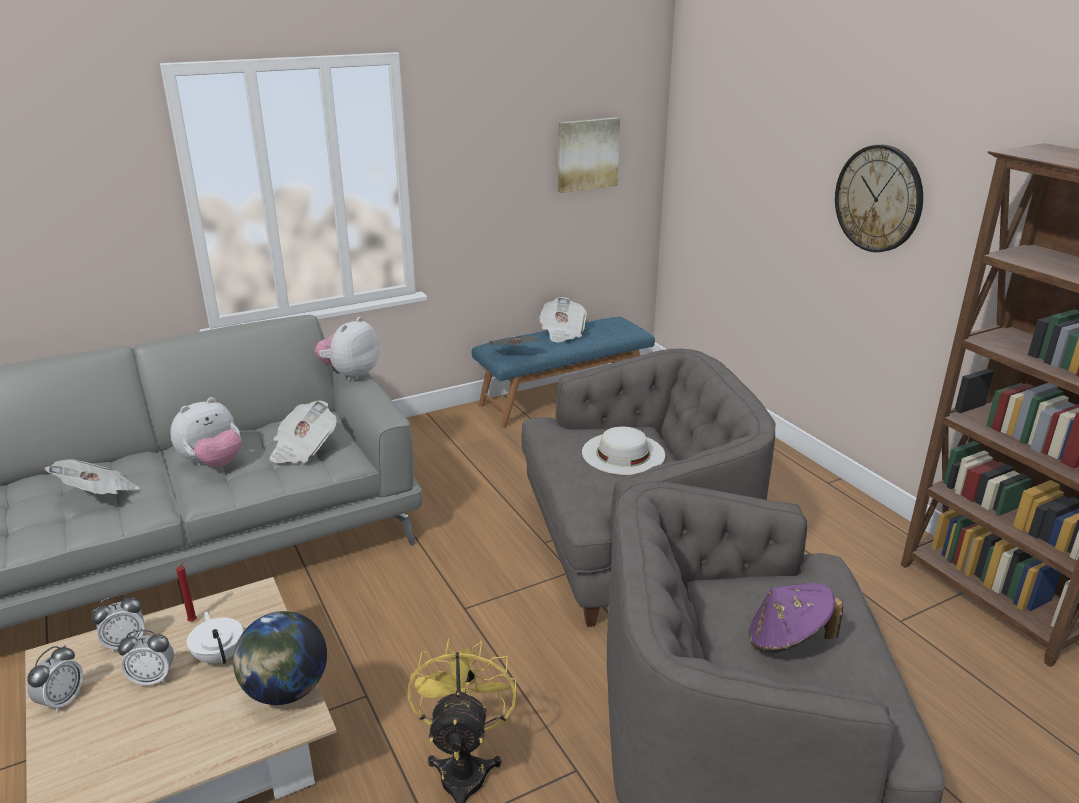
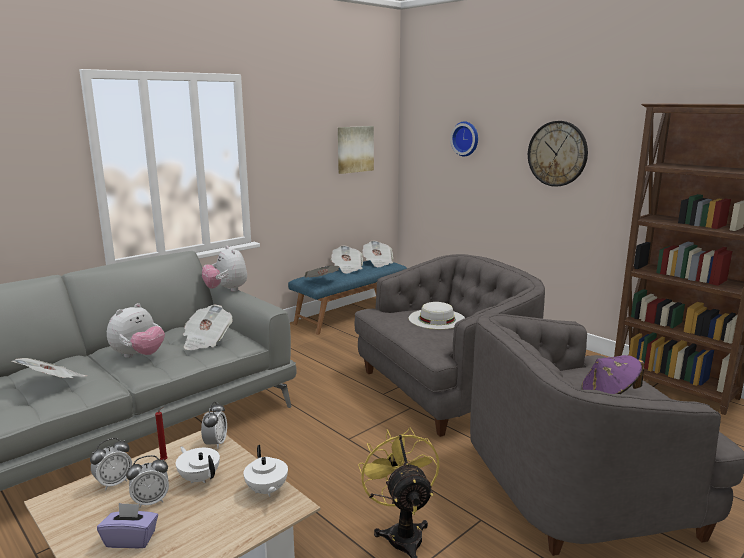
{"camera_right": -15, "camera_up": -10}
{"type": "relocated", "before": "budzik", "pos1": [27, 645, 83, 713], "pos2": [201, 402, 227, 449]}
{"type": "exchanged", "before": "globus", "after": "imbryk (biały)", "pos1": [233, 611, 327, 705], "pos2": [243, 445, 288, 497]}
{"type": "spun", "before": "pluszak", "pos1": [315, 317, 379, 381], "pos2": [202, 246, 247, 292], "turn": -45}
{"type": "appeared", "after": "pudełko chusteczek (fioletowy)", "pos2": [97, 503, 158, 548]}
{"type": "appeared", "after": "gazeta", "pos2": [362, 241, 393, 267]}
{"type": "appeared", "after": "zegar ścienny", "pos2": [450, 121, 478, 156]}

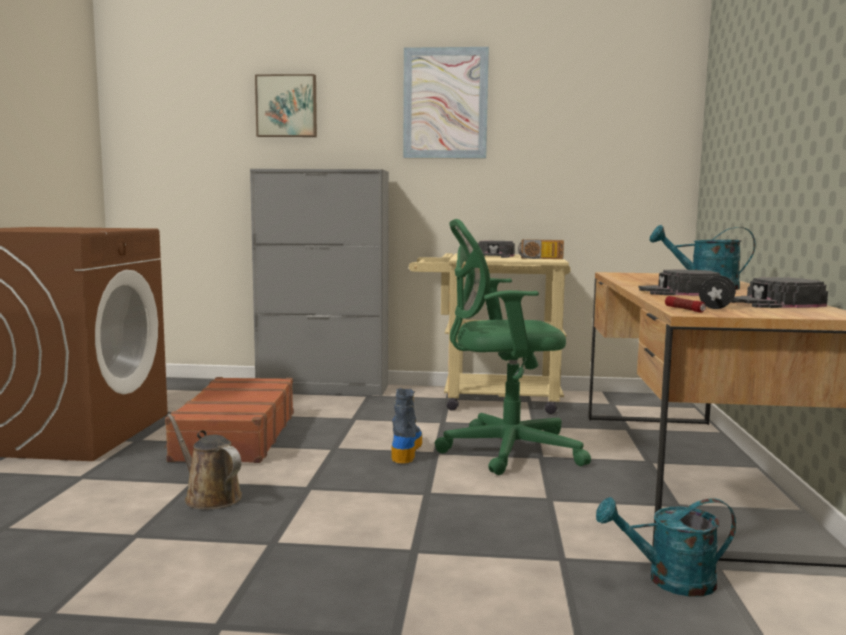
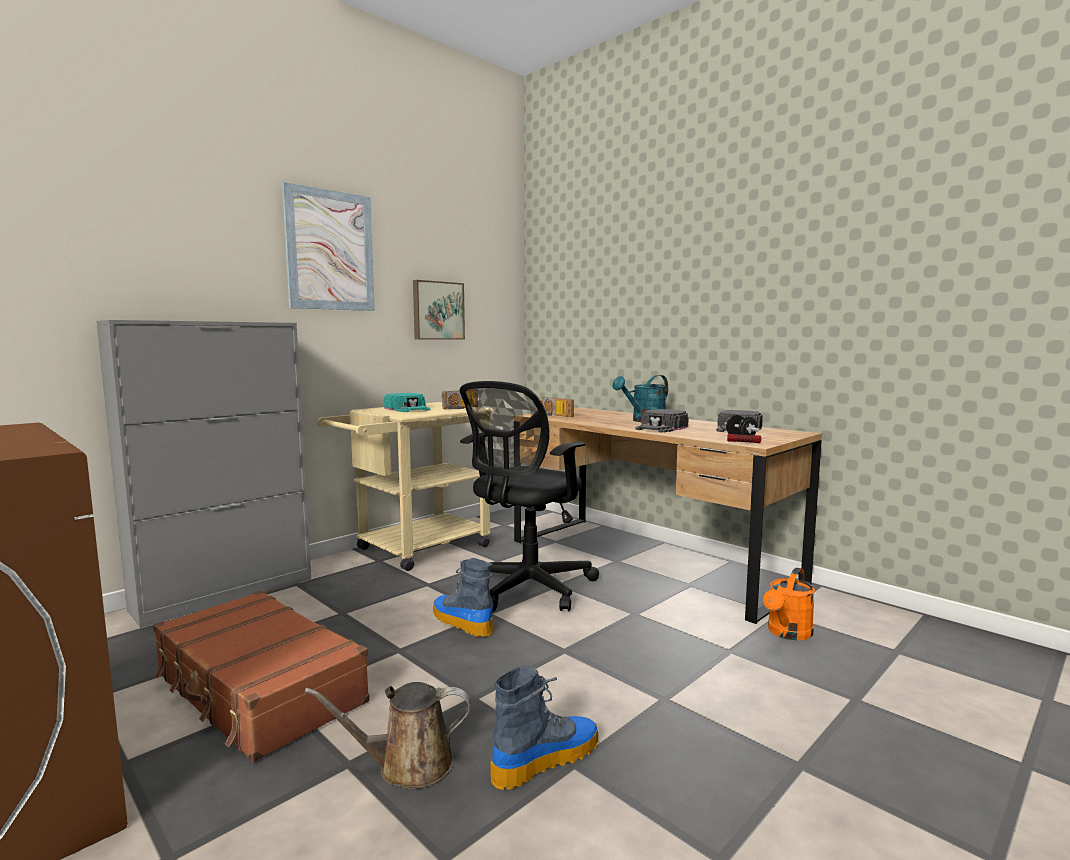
{"camera_right": -50, "camera_up": 0}
{"type": "relocated", "before": "obraz", "pos1": [255, 74, 317, 137], "pos2": [413, 280, 465, 340]}
{"type": "colour", "before": "krzesło biurowe (zielony)", "after": "krzesło biurowe (czarny)", "pos1": [435, 219, 591, 475], "pos2": [460, 381, 599, 612]}
{"type": "colour", "before": "czapka z daszkiem (czarny)", "after": "czapka z daszkiem (turkusowy)", "pos1": [478, 241, 515, 258], "pos2": [384, 393, 430, 412]}
{"type": "colour", "before": "konewka (turkusowy)", "after": "konewka (pomarańczowy)", "pos1": [596, 497, 736, 597], "pos2": [763, 567, 815, 640]}
{"type": "appeared", "after": "but z cholewką", "pos2": [490, 666, 598, 790]}
{"type": "appeared", "after": "radio", "pos2": [541, 397, 574, 417]}

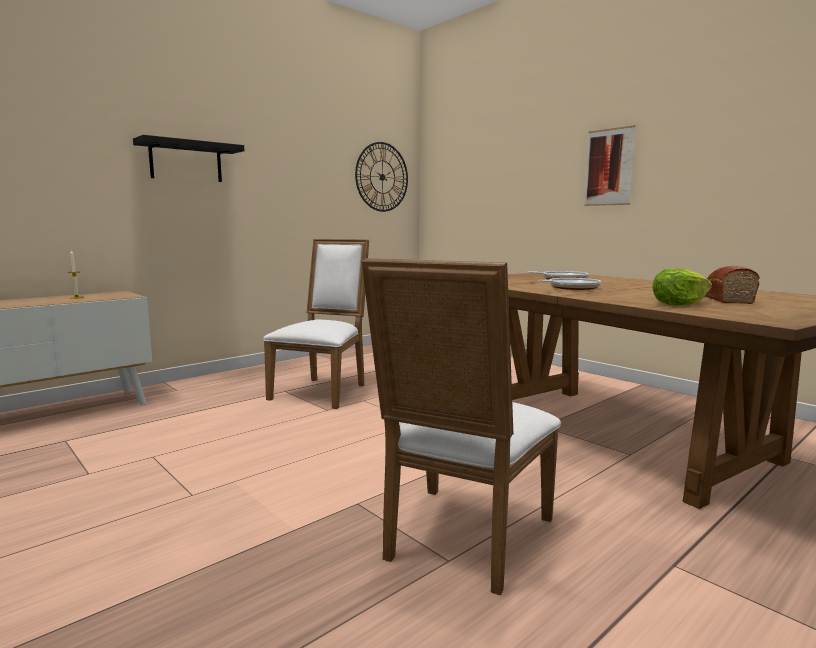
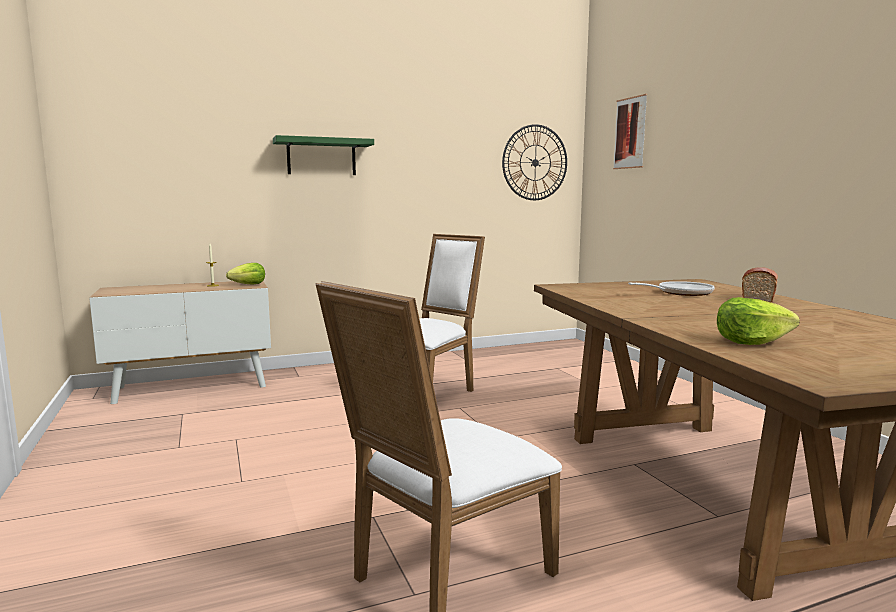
{"camera_right": 20, "camera_up": 0}
{"type": "colour", "before": "półka (czarny)", "after": "półka (zielony)", "pos1": [133, 135, 244, 182], "pos2": [273, 135, 374, 175]}
{"type": "missing", "before": "patelnia", "pos1": [539, 278, 601, 290]}
{"type": "relocated", "before": "obraz", "pos1": [584, 125, 636, 206], "pos2": [613, 94, 647, 169]}
{"type": "relocated", "before": "chleb", "pos1": [705, 266, 760, 304], "pos2": [742, 267, 778, 303]}
{"type": "appeared", "after": "sałata", "pos2": [226, 263, 265, 285]}

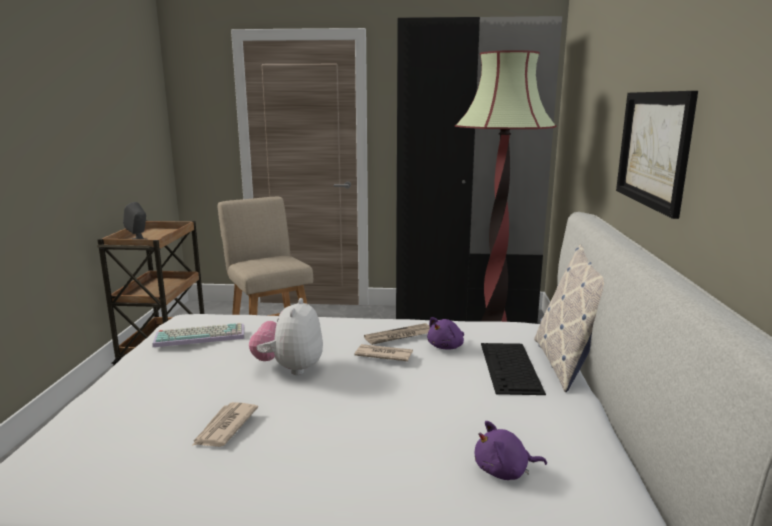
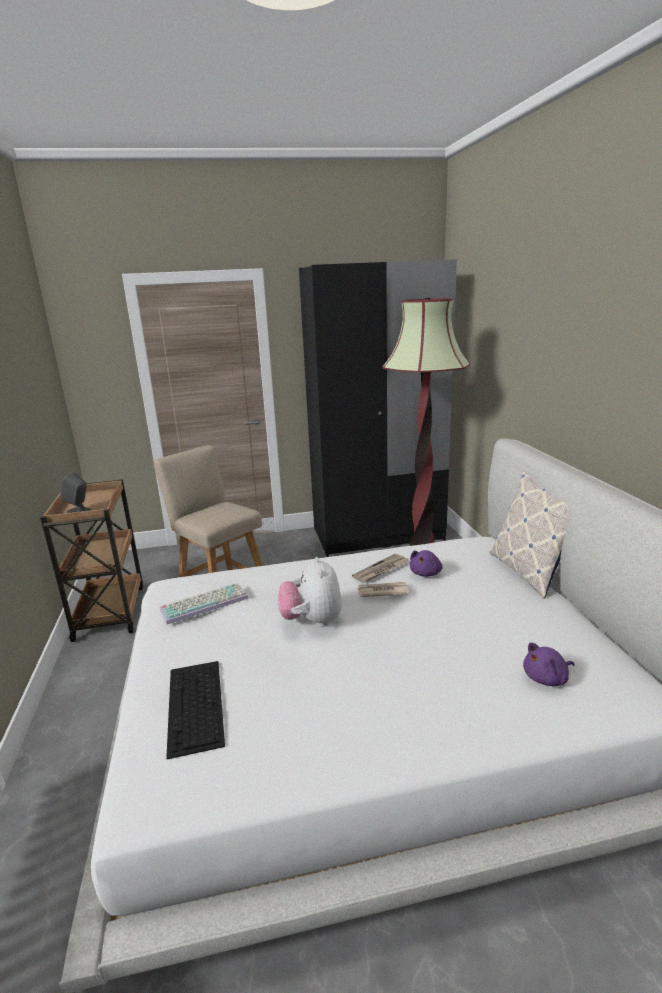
{"camera_right": -15, "camera_up": 5}
{"type": "missing", "before": "gazeta", "pos1": [192, 402, 258, 447]}
{"type": "relocated", "before": "klawiatura", "pos1": [481, 343, 546, 395], "pos2": [166, 661, 225, 759]}
{"type": "missing", "before": "obraz", "pos1": [616, 91, 698, 219]}

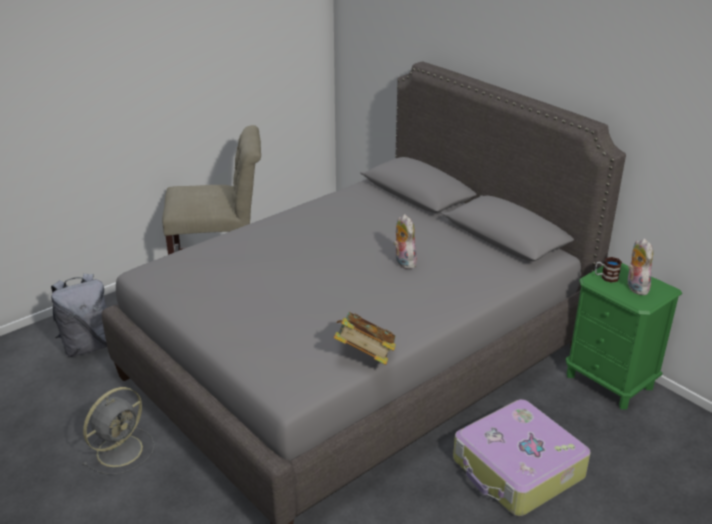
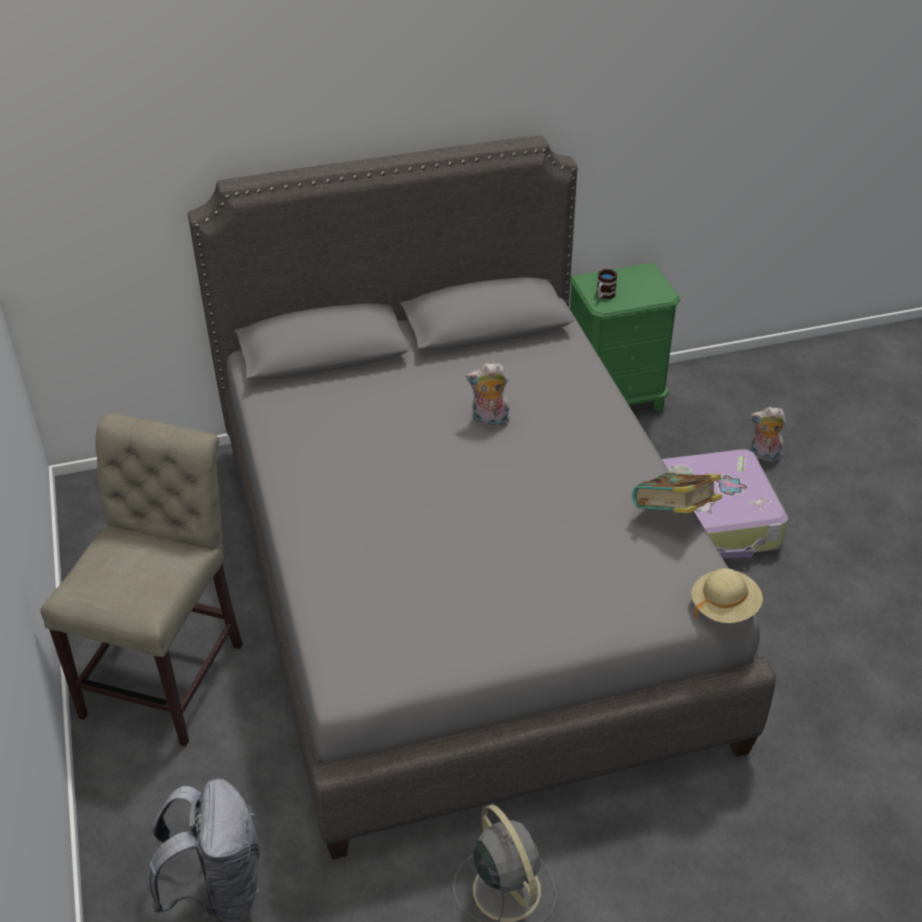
{"camera_right": -65, "camera_up": 10}
{"type": "relocated", "before": "pluszak", "pos1": [627, 238, 653, 295], "pos2": [750, 407, 786, 462]}
{"type": "appeared", "after": "kapelusz (beżowy)", "pos2": [691, 568, 763, 623]}

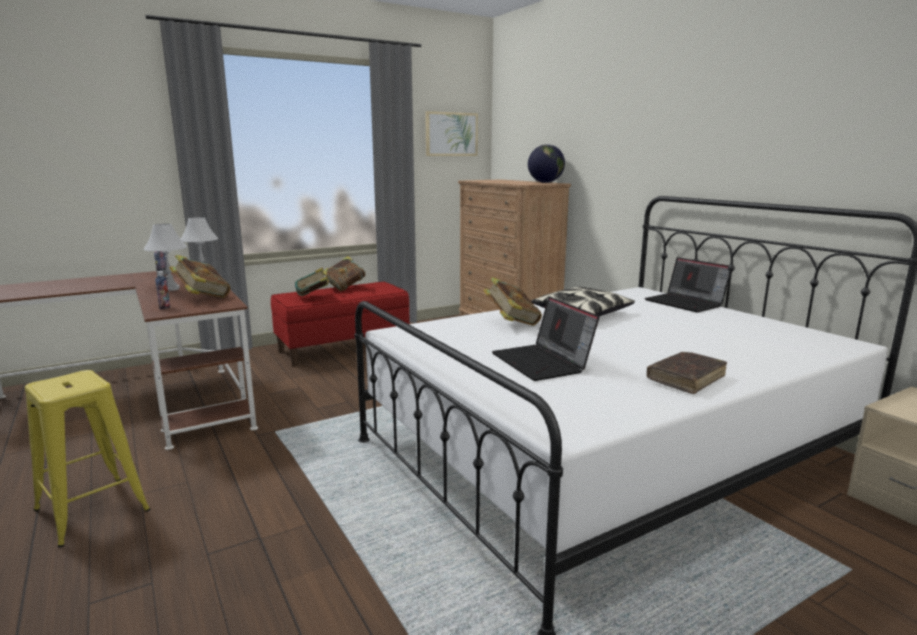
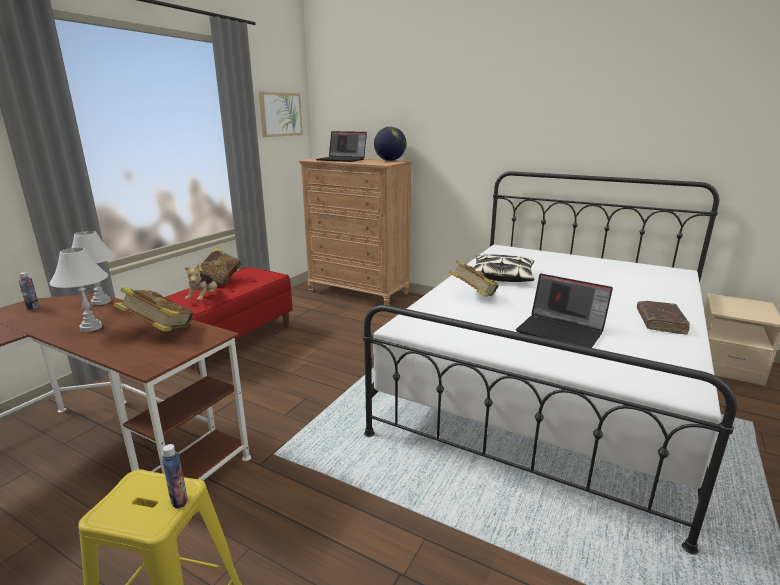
{"camera_right": -30, "camera_up": 5}
{"type": "relocated", "before": "butelka", "pos1": [155, 271, 170, 309], "pos2": [162, 444, 188, 509]}
{"type": "exchanged", "before": "książka", "after": "pluszak", "pos1": [295, 268, 328, 296], "pos2": [185, 264, 217, 301]}
{"type": "relocated", "before": "laptop", "pos1": [645, 257, 732, 313], "pos2": [316, 131, 367, 162]}

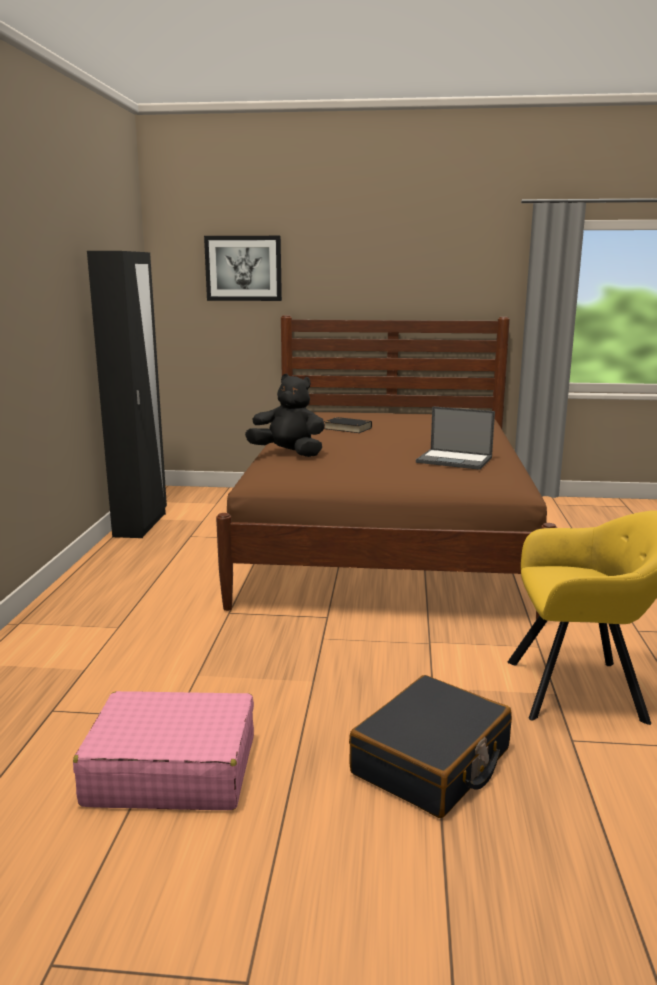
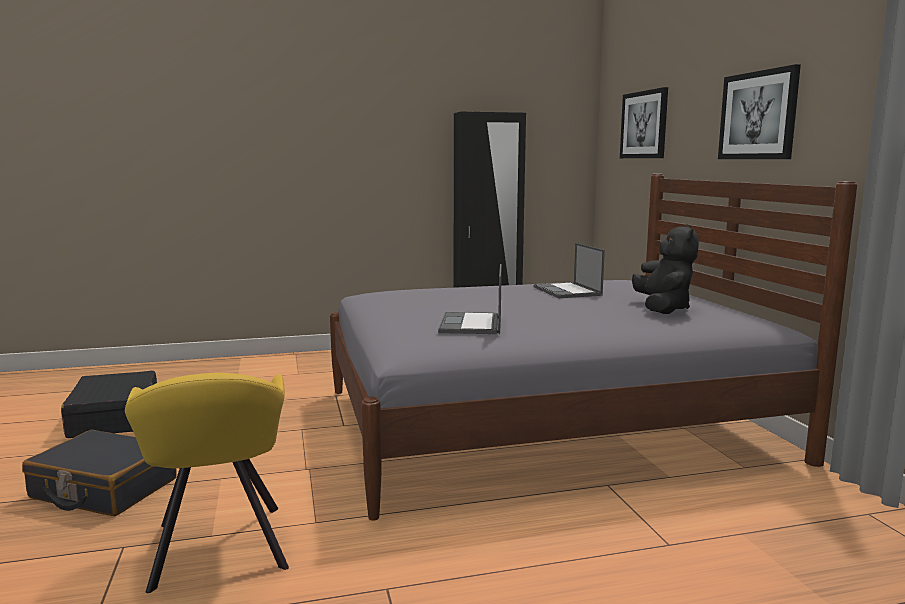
{"camera_right": 70, "camera_up": -5}
{"type": "colour", "before": "walizka (różowy)", "after": "walizka (czarny)", "pos1": [73, 691, 254, 810], "pos2": [61, 371, 157, 438]}
{"type": "colour", "before": "łóżko (brązowy)", "after": "łóżko (szary)", "pos1": [216, 315, 557, 620], "pos2": [330, 174, 857, 521]}
{"type": "relocated", "before": "pluszak (czarny)", "pos1": [245, 374, 325, 457], "pos2": [632, 224, 699, 314]}
{"type": "exchanged", "before": "książka (czarny)", "after": "laptop", "pos1": [324, 417, 372, 433], "pos2": [534, 243, 605, 298]}
{"type": "appeared", "after": "obraz", "pos2": [718, 64, 801, 159]}

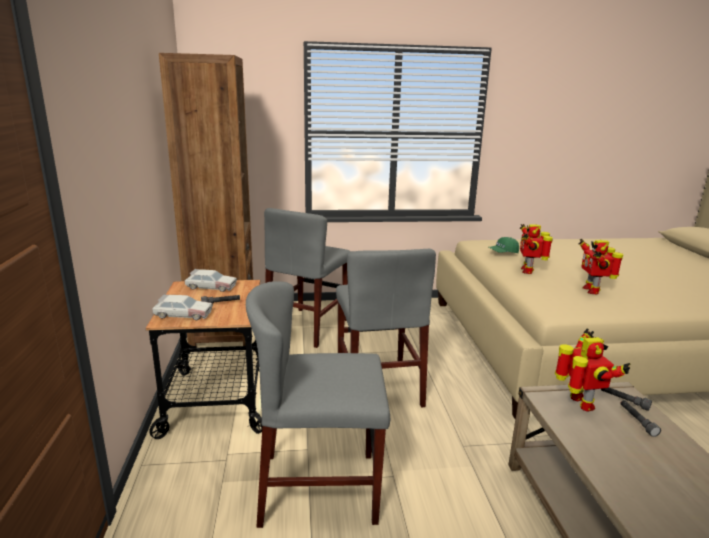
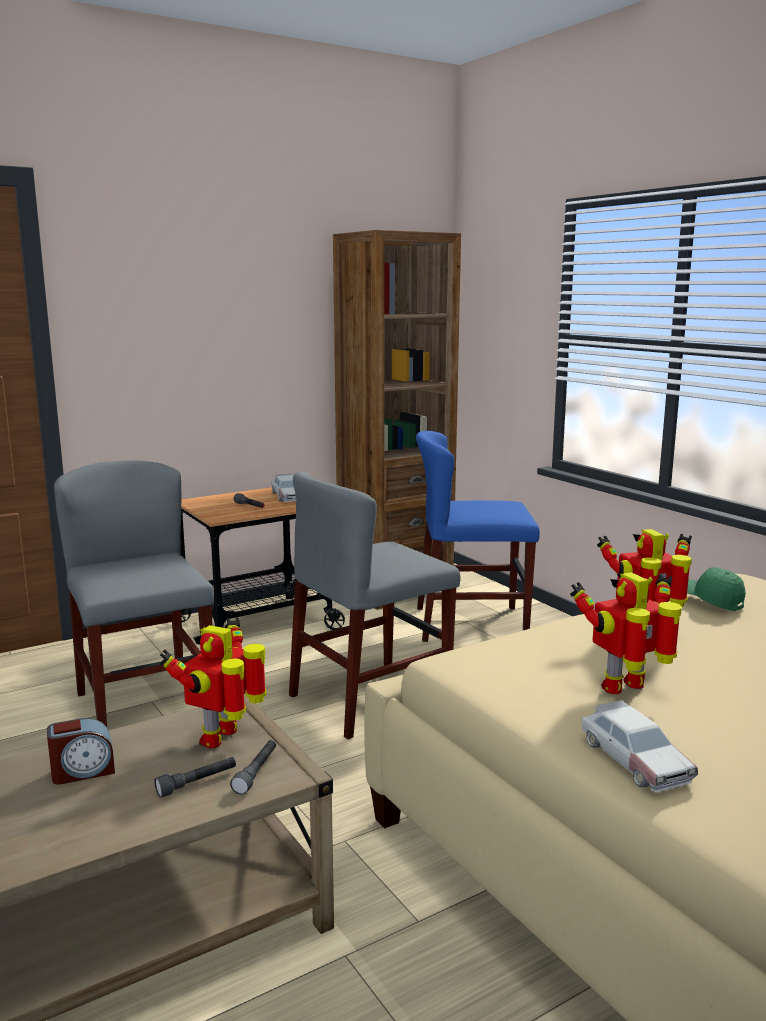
{"camera_right": 65, "camera_up": -5}
{"type": "relocated", "before": "samochodzik", "pos1": [152, 294, 213, 320], "pos2": [581, 700, 698, 792]}
{"type": "colour", "before": "krzesło (szary)", "after": "krzesło (niebieski)", "pos1": [264, 208, 351, 348], "pos2": [416, 431, 540, 642]}
{"type": "spun", "before": "robot zabawkowy", "pos1": [555, 328, 630, 411], "pos2": [160, 618, 267, 748], "turn": 150}
{"type": "appeared", "after": "budzik", "pos2": [47, 718, 115, 785]}

